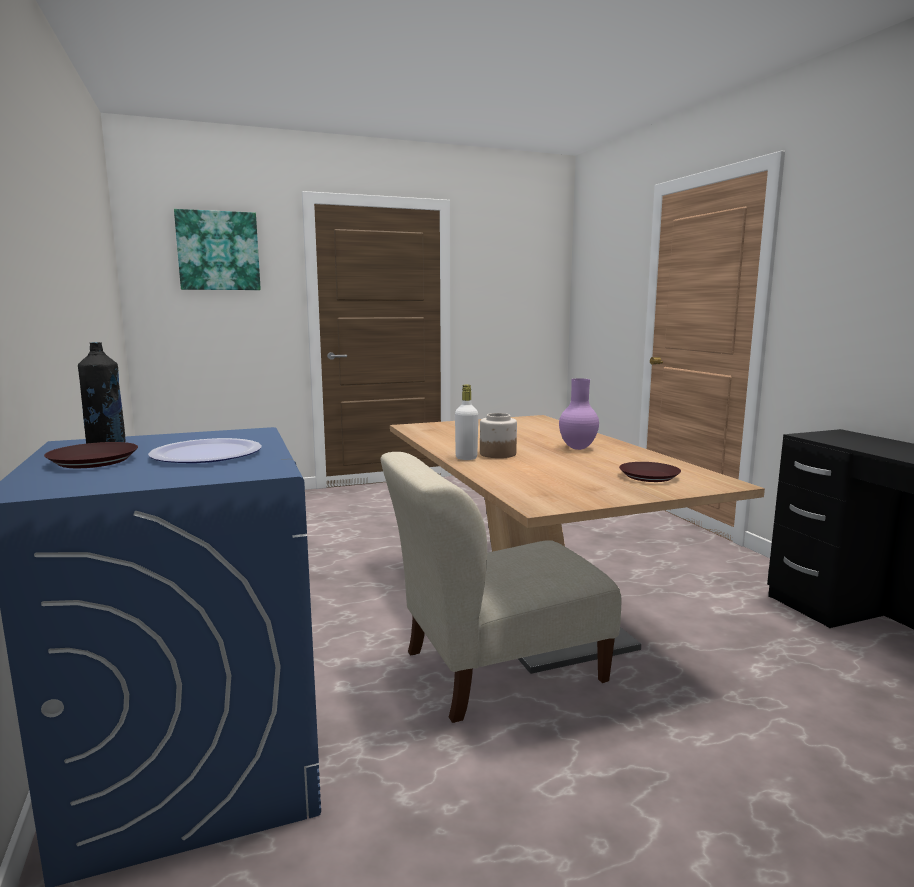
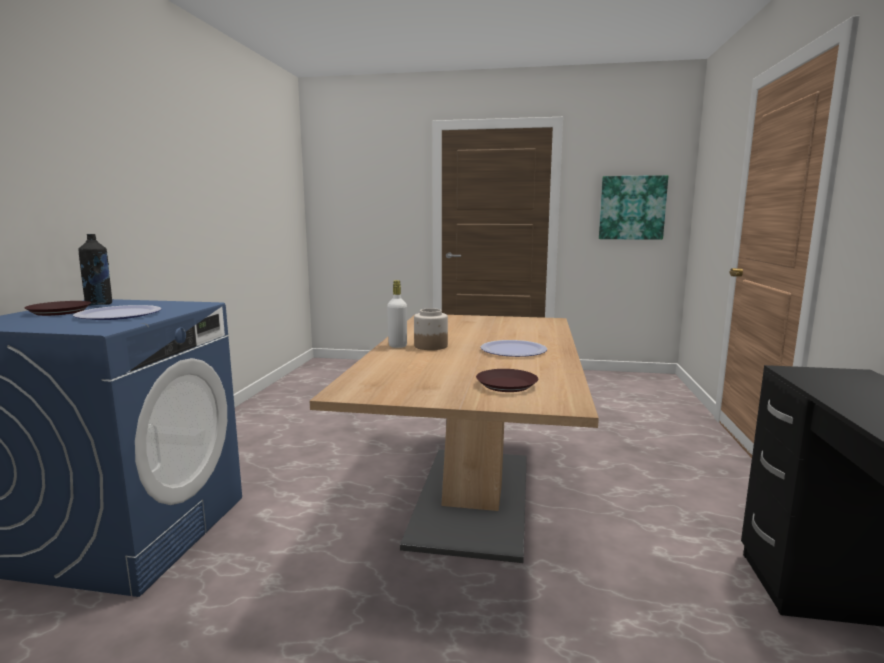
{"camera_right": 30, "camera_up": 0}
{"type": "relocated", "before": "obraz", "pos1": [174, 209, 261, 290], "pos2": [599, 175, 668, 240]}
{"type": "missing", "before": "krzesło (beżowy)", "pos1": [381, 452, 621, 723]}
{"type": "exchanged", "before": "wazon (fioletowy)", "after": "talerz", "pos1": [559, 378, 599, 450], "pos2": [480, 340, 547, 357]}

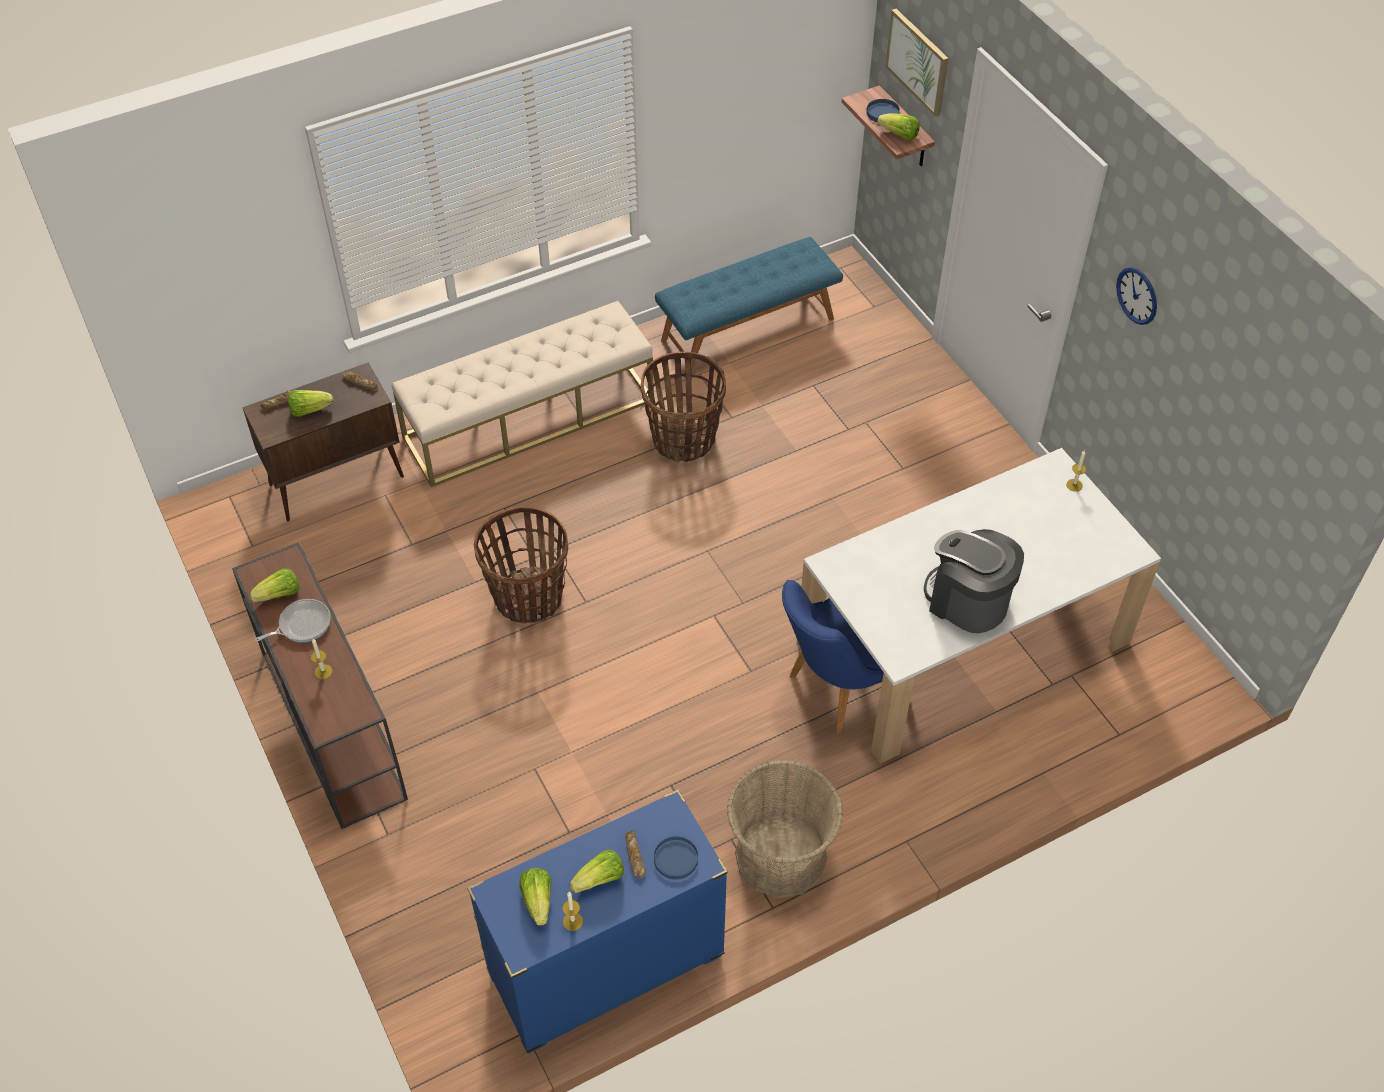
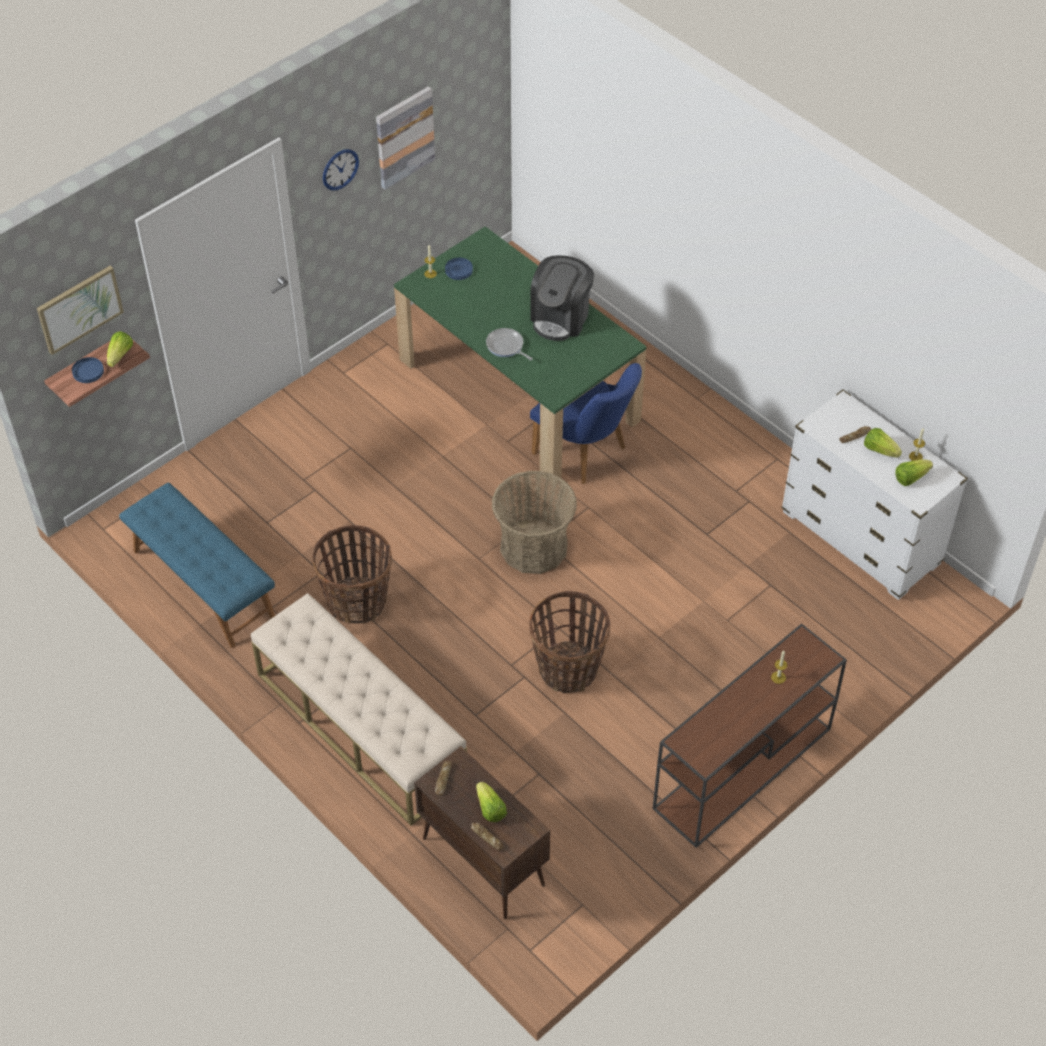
{"camera_right": -105, "camera_up": 0}
{"type": "missing", "before": "sałata", "pos1": [250, 568, 299, 602]}
{"type": "relocated", "before": "patelnia", "pos1": [255, 599, 331, 642], "pos2": [486, 328, 533, 360]}
{"type": "colour", "before": "komoda (niebieski)", "after": "komoda (biały)", "pos1": [467, 790, 728, 1054], "pos2": [781, 389, 968, 600]}
{"type": "relocated", "before": "talerz (niebieski)", "pos1": [654, 837, 698, 880], "pos2": [445, 258, 473, 280]}
{"type": "relocated", "before": "koszyk", "pos1": [727, 760, 843, 898], "pos2": [492, 470, 577, 574]}
{"type": "colour", "before": "stół jadalny (biały)", "after": "stół jadalny (zielony)", "pos1": [797, 448, 1161, 764], "pos2": [394, 226, 647, 482]}
{"type": "appeared", "after": "obraz", "pos2": [376, 86, 435, 190]}

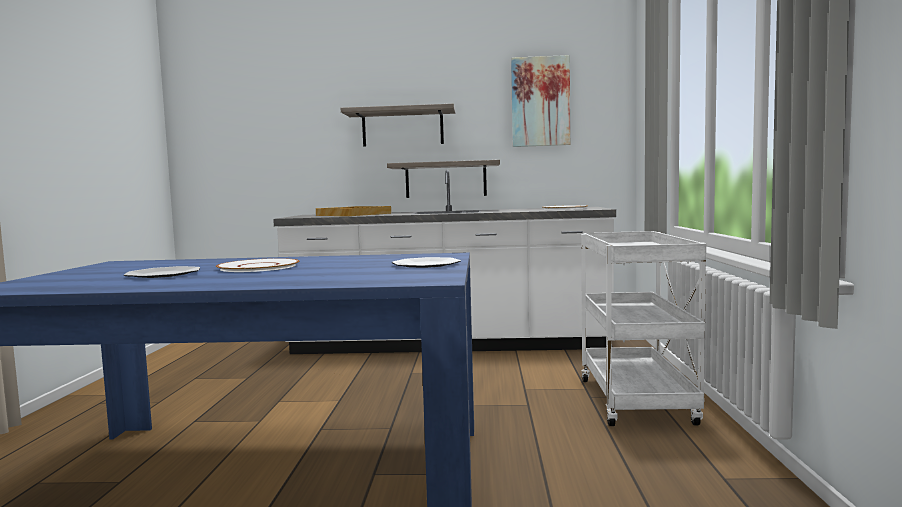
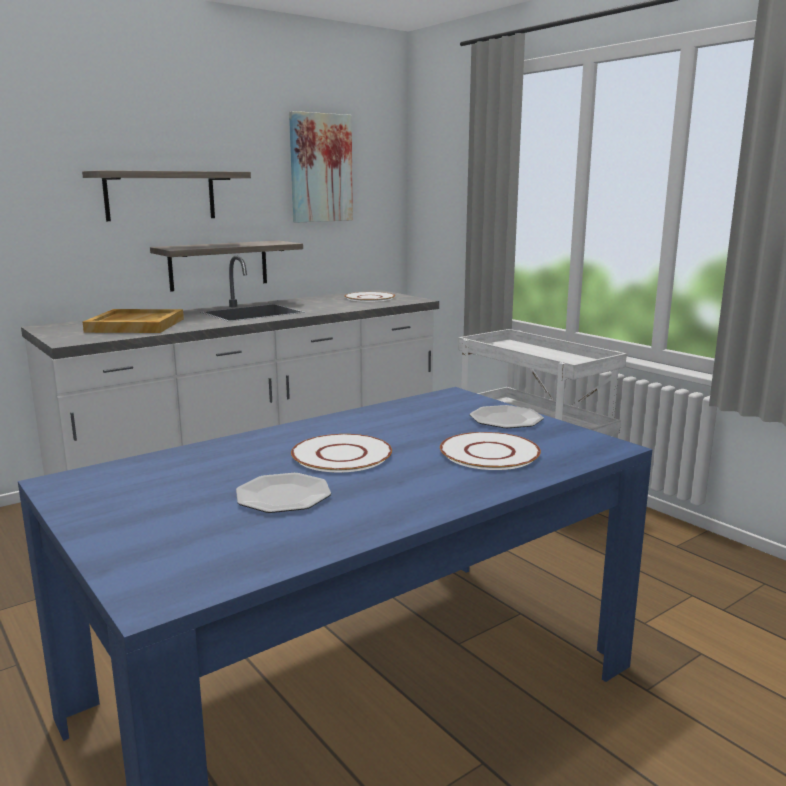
{"camera_right": -40, "camera_up": 10}
{"type": "appeared", "after": "talerz (biały)", "pos2": [440, 432, 541, 470]}

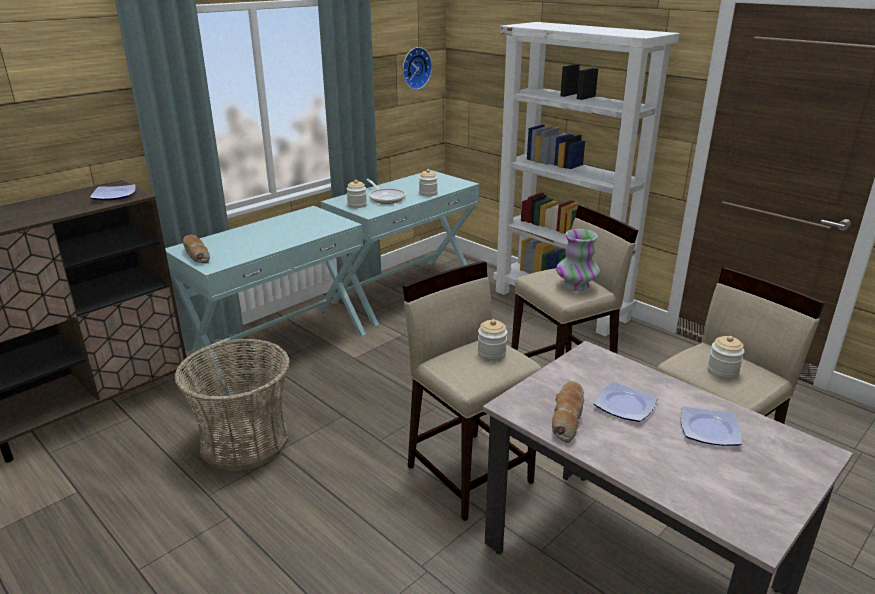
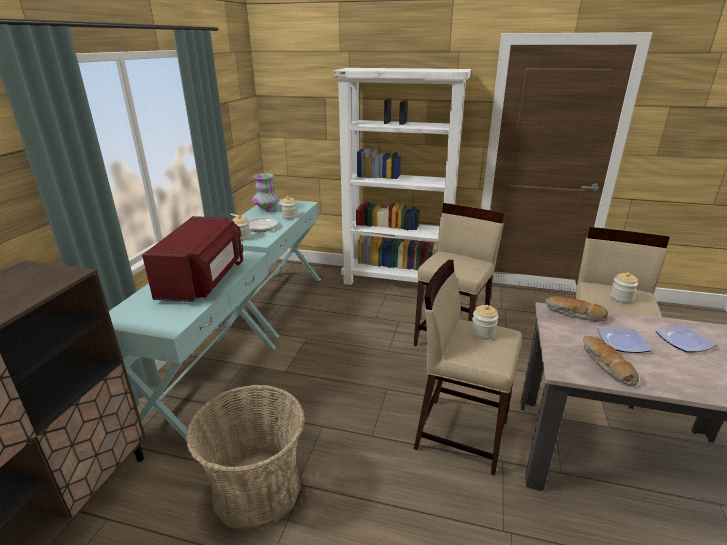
{"camera_right": -30, "camera_up": 0}
{"type": "missing", "before": "talerz", "pos1": [90, 184, 136, 200]}
{"type": "relocated", "before": "chleb", "pos1": [183, 235, 210, 263], "pos2": [545, 296, 608, 322]}
{"type": "missing", "before": "zegar ścienny", "pos1": [403, 47, 432, 90]}
{"type": "relocated", "before": "wazon", "pos1": [556, 229, 600, 291], "pos2": [252, 173, 280, 212]}
{"type": "appeared", "after": "mikrofalówka (czerwony)", "pos2": [142, 216, 243, 302]}

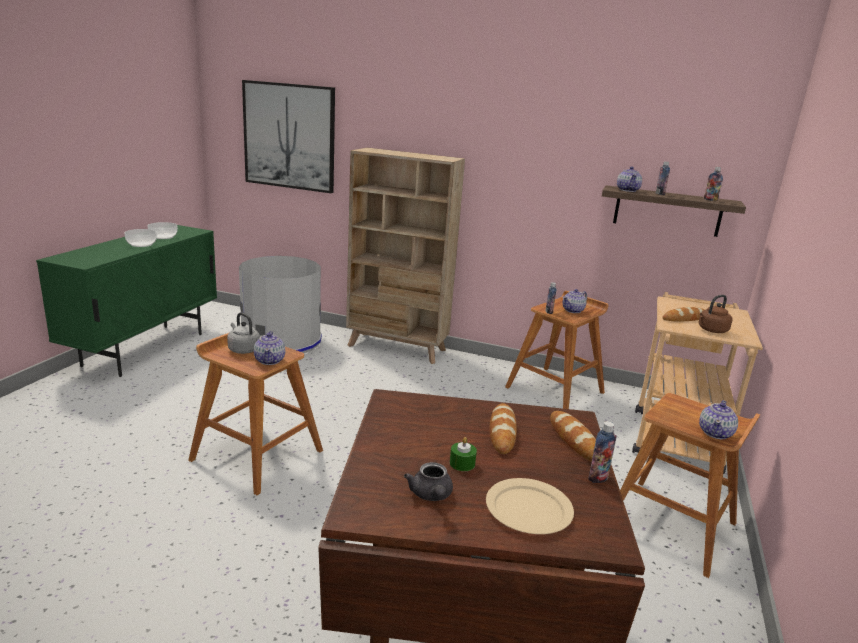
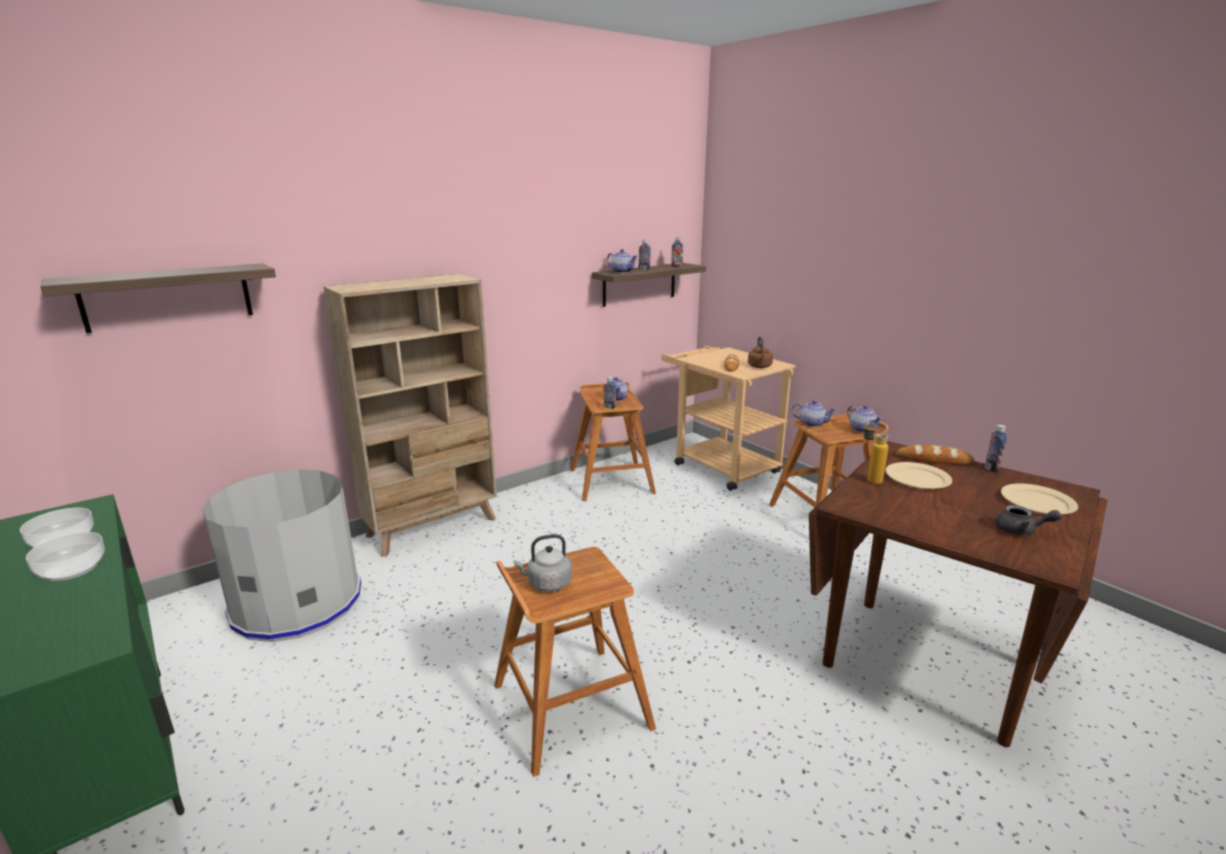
{"camera_right": -55, "camera_up": 0}
{"type": "exchanged", "before": "obraz", "after": "półka", "pos1": [242, 80, 335, 193], "pos2": [40, 263, 276, 333]}
{"type": "relocated", "before": "imbryk", "pos1": [254, 331, 285, 365], "pos2": [792, 400, 836, 427]}
{"type": "missing", "before": "świeca (zielony)", "pos1": [450, 437, 477, 471]}
{"type": "exchanged", "before": "chleb", "after": "talerz (beżowy)", "pos1": [490, 403, 517, 454], "pos2": [886, 462, 952, 489]}
{"type": "appeared", "after": "butelka", "pos2": [864, 421, 888, 484]}

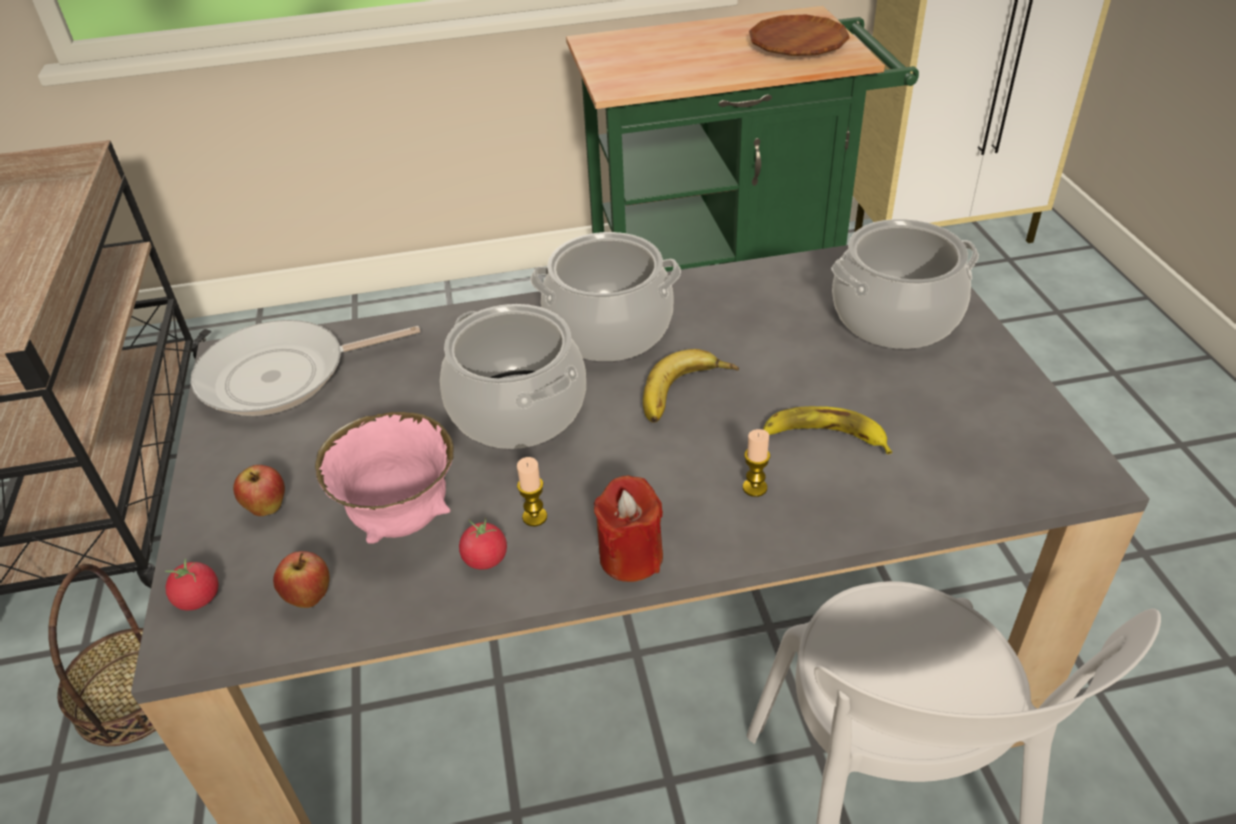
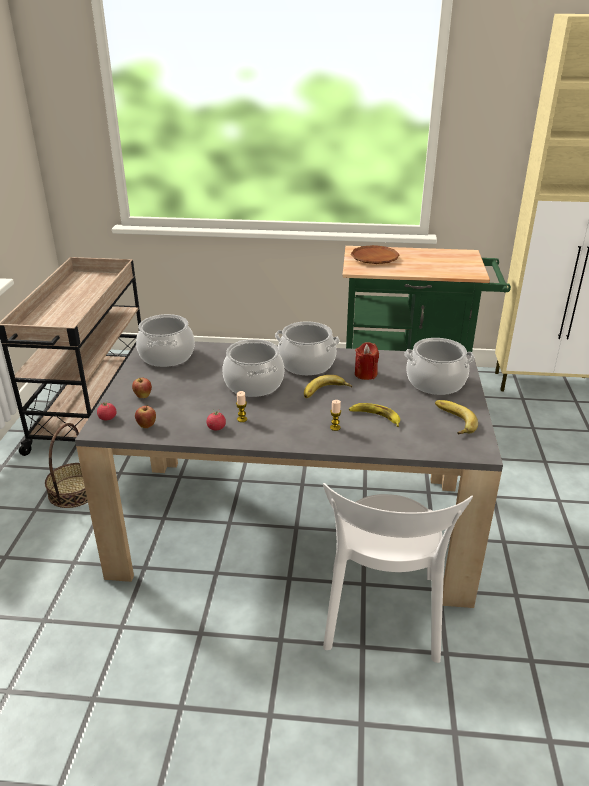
{"camera_right": 15, "camera_up": -10}
{"type": "exchanged", "before": "patelnia", "after": "garnek", "pos1": [191, 320, 420, 416], "pos2": [136, 314, 195, 367]}
{"type": "missing", "before": "miska (różowy)", "pos1": [315, 412, 454, 544]}
{"type": "relocated", "before": "świeca (czerwony)", "pos1": [594, 475, 663, 582], "pos2": [355, 342, 379, 380]}
{"type": "relocated", "before": "talerz (brązowy)", "pos1": [749, 15, 850, 56], "pos2": [351, 245, 399, 264]}
{"type": "appeared", "after": "banan", "pos2": [435, 400, 478, 434]}

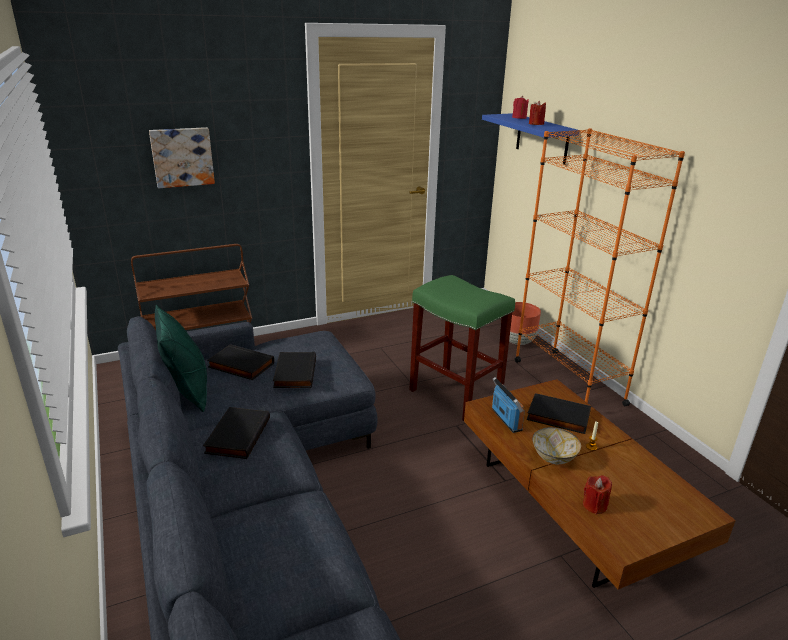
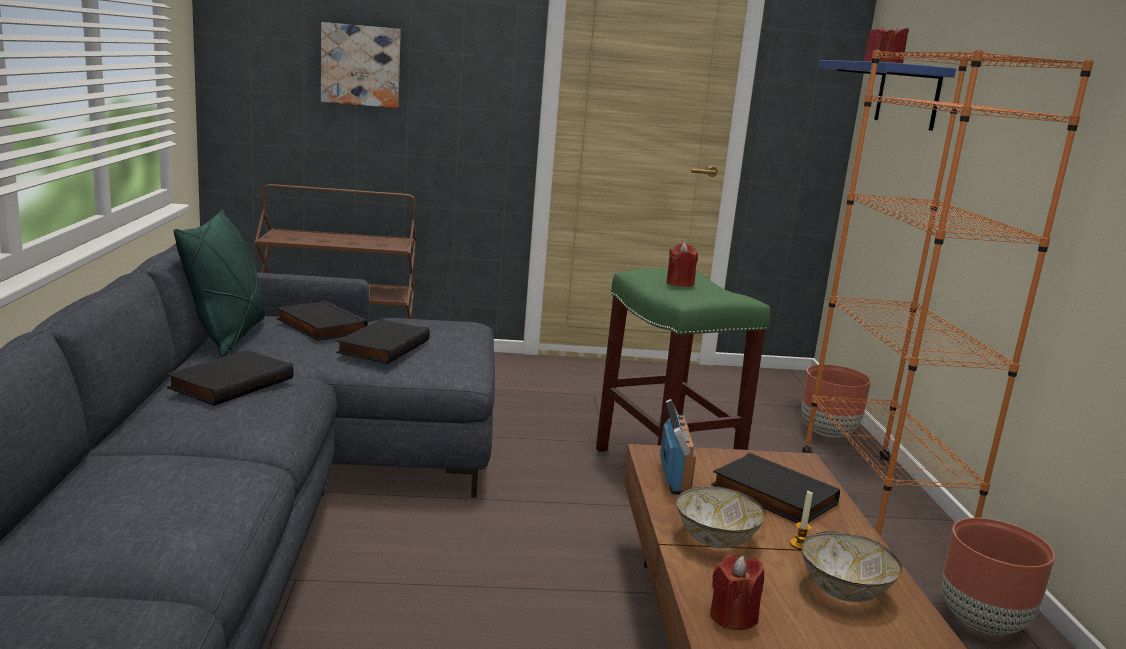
{"camera_right": 20, "camera_up": -10}
{"type": "appeared", "after": "świeca (czerwony)", "pos2": [666, 242, 698, 287]}
{"type": "appeared", "after": "miska", "pos2": [802, 531, 902, 602]}
{"type": "appeared", "after": "donica (brązowy)", "pos2": [942, 518, 1055, 635]}

